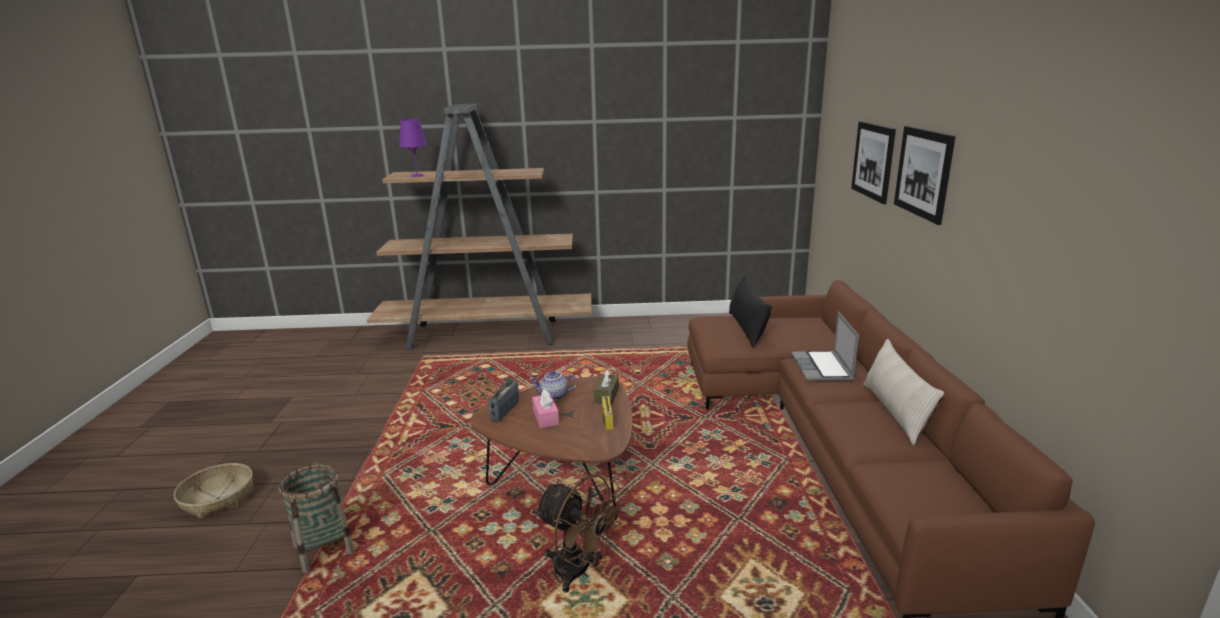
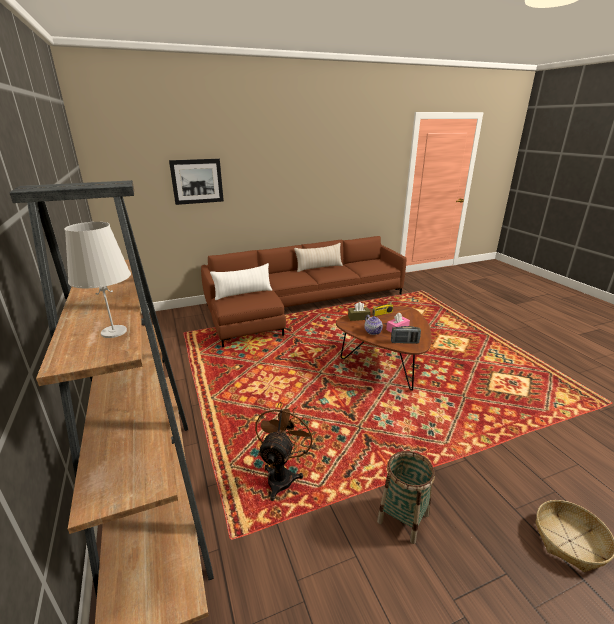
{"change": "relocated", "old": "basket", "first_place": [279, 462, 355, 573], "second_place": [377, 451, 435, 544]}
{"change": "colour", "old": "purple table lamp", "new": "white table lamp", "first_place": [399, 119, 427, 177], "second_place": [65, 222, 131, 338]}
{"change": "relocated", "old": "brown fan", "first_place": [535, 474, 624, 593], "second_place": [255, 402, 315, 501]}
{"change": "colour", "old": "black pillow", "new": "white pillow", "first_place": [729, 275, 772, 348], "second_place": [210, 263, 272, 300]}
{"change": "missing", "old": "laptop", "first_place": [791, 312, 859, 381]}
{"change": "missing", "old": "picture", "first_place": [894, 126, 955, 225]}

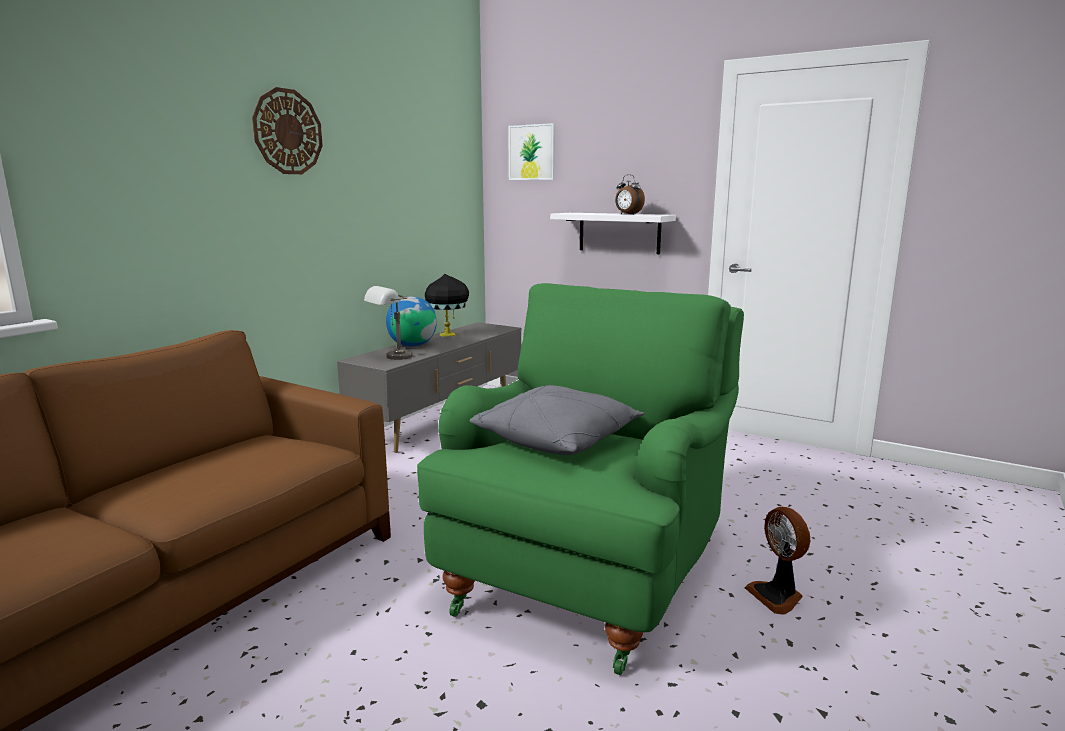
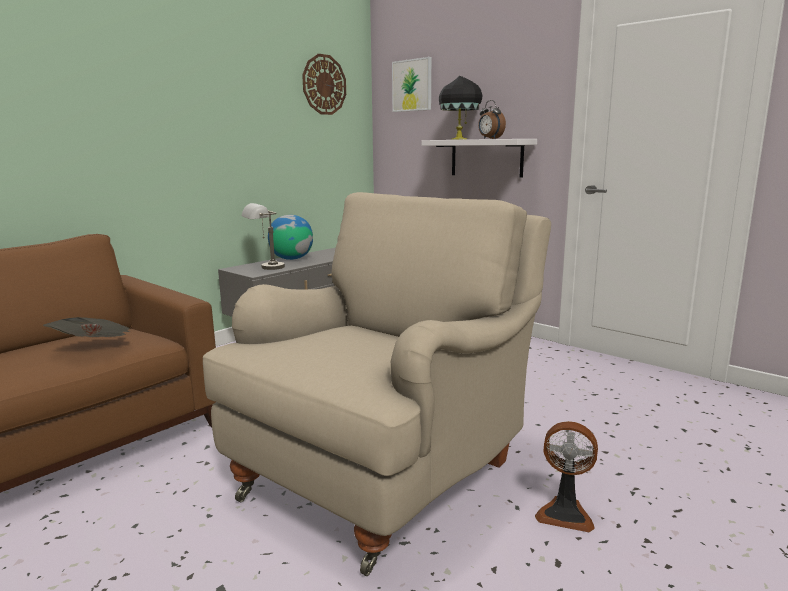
{"change": "relocated", "old": "wall clock", "first_place": [252, 87, 323, 174], "second_place": [302, 54, 346, 115]}
{"change": "colour", "old": "green armchair", "new": "beige armchair", "first_place": [417, 283, 744, 675], "second_place": [203, 192, 551, 576]}
{"change": "relocated", "old": "black table lamp", "first_place": [425, 274, 469, 337], "second_place": [439, 75, 482, 140]}
{"change": "missing", "old": "grey pillow", "first_place": [470, 385, 644, 455]}
{"change": "spun", "old": "fan", "first_place": [745, 507, 811, 615], "second_place": [535, 421, 598, 532], "degrees": -60}
{"change": "appeared", "new": "newspaper", "second_place": [43, 317, 131, 337]}

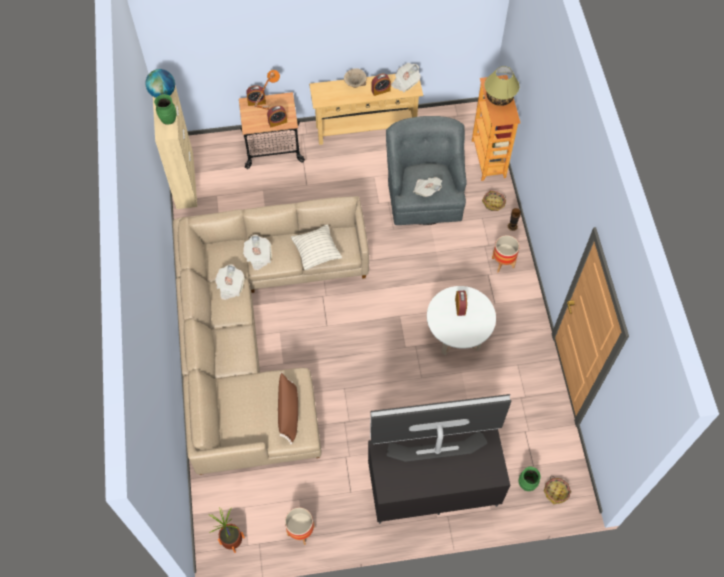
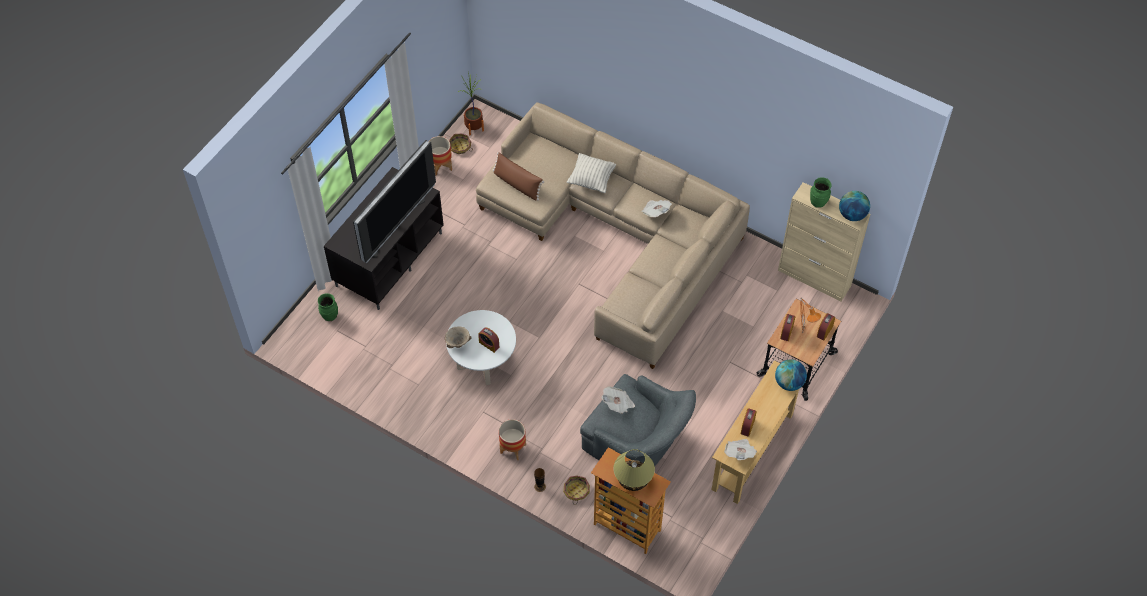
{"change": "missing", "old": "newspaper", "first_place": [243, 235, 272, 271]}
{"change": "relocated", "old": "pillow", "first_place": [291, 224, 342, 270], "second_place": [567, 153, 616, 193]}
{"change": "relocated", "old": "beige bowl", "first_place": [344, 68, 367, 88], "second_place": [445, 327, 472, 348]}
{"change": "relocated", "old": "basket", "first_place": [544, 476, 571, 504], "second_place": [449, 133, 473, 154]}
{"change": "appeared", "new": "globe", "second_place": [775, 359, 807, 391]}

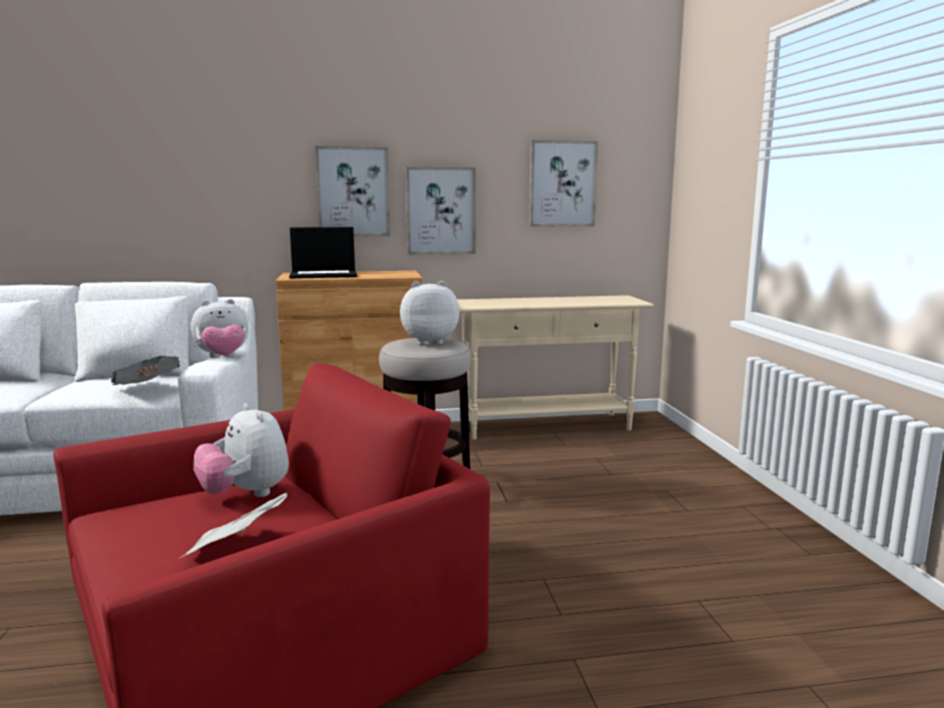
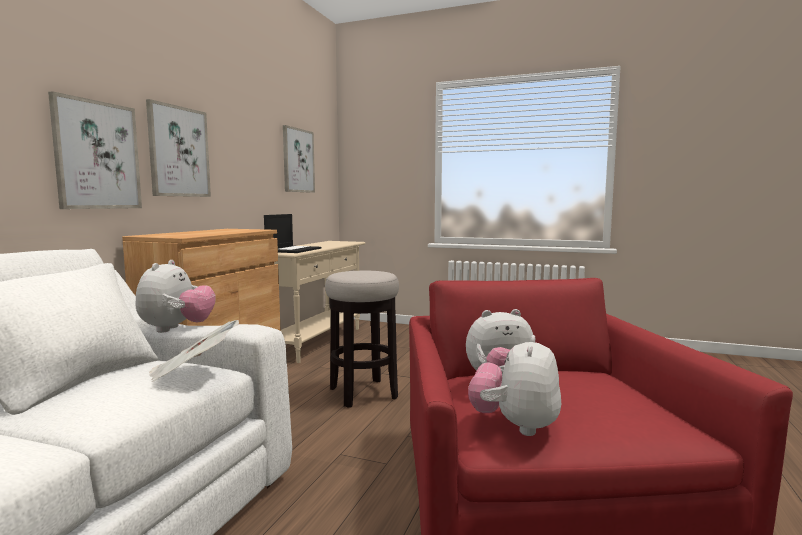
{"change": "missing", "old": "newspaper", "first_place": [178, 491, 289, 559]}
{"change": "relocated", "old": "laptop", "first_place": [289, 227, 357, 279], "second_place": [264, 214, 321, 253]}
{"change": "relocated", "old": "plush toy", "first_place": [400, 281, 459, 345], "second_place": [468, 335, 561, 436]}
{"change": "relocated", "old": "picture", "first_place": [406, 167, 476, 255], "second_place": [48, 91, 142, 209]}

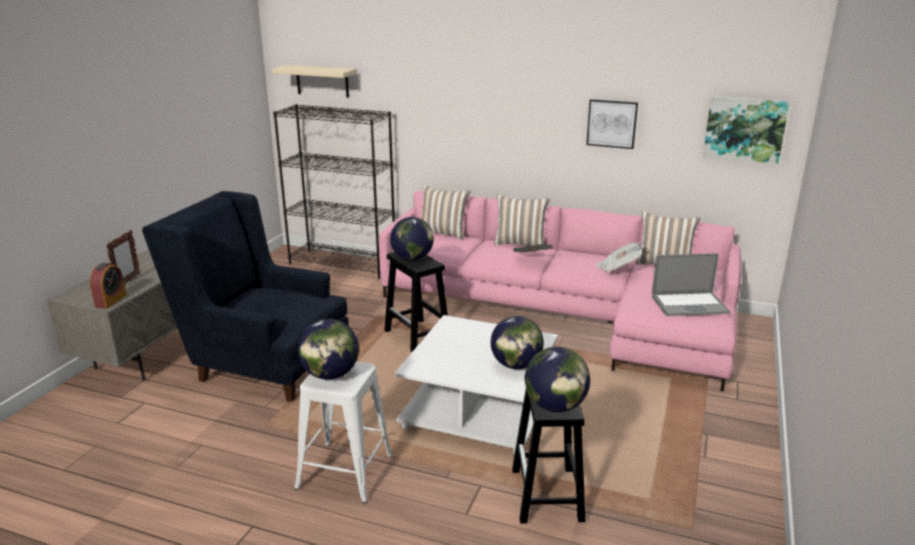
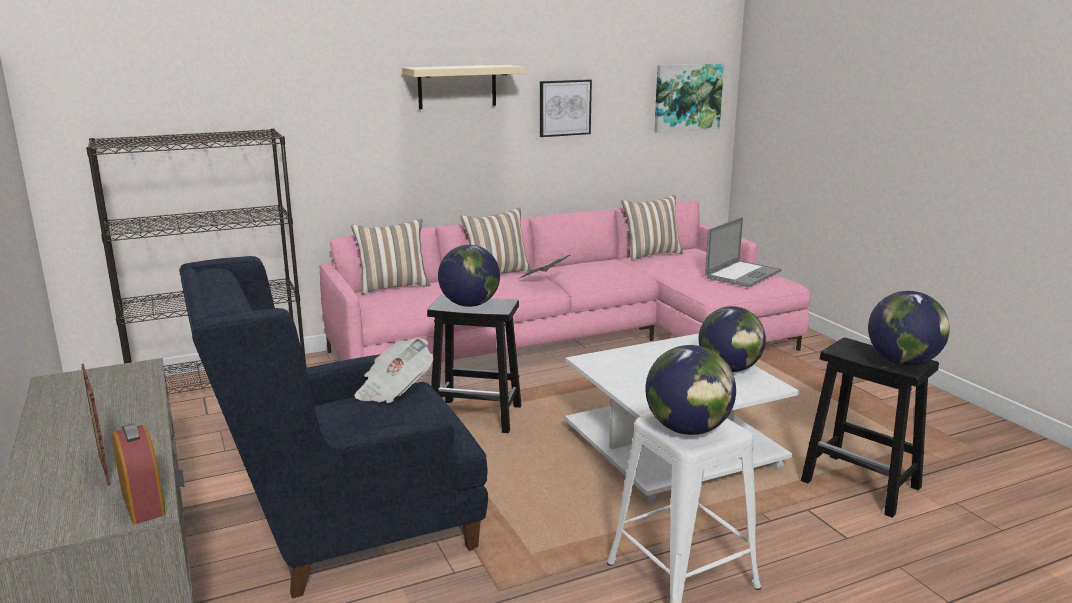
{"change": "relocated", "old": "beige shelf", "first_place": [272, 65, 357, 98], "second_place": [402, 65, 524, 109]}
{"change": "relocated", "old": "newspaper", "first_place": [595, 243, 644, 272], "second_place": [354, 338, 433, 403]}

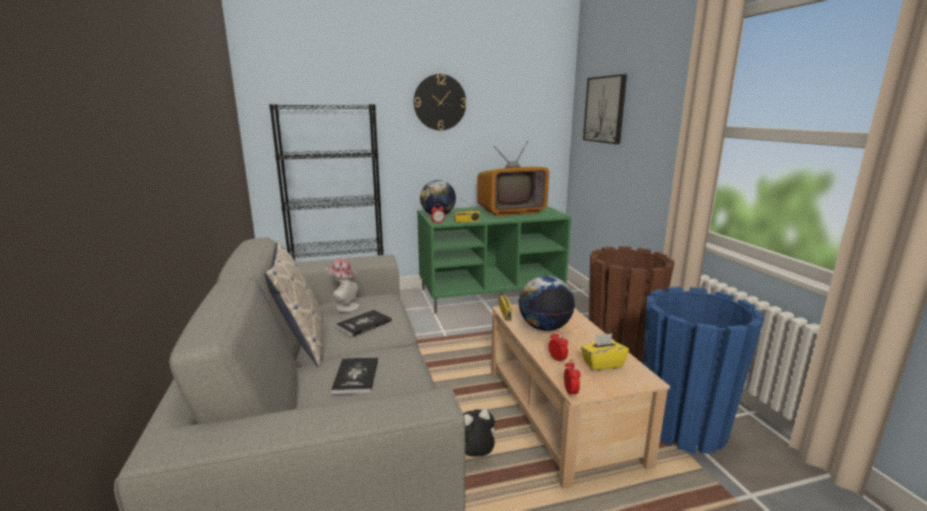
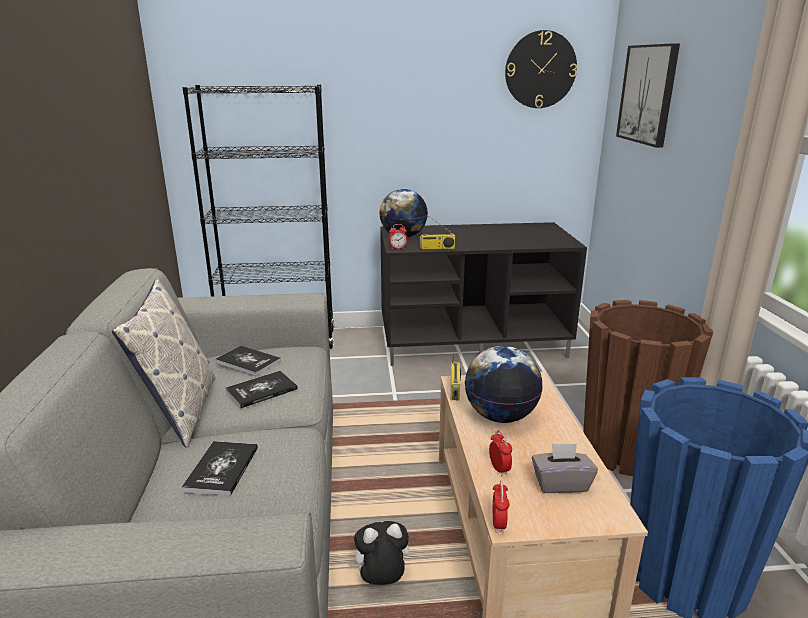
{"change": "exchanged", "old": "hat", "new": "book", "first_place": [326, 258, 359, 312], "second_place": [215, 346, 281, 376]}
{"change": "relocated", "old": "wall clock", "first_place": [414, 74, 466, 130], "second_place": [505, 30, 577, 108]}
{"change": "colour", "old": "green tv stand", "new": "black tv stand", "first_place": [417, 206, 572, 314], "second_place": [380, 222, 587, 366]}
{"change": "missing", "old": "television", "first_place": [477, 141, 549, 216]}
{"change": "colour", "old": "yellow tissue box", "new": "grey tissue box", "first_place": [581, 333, 629, 370], "second_place": [532, 443, 598, 493]}

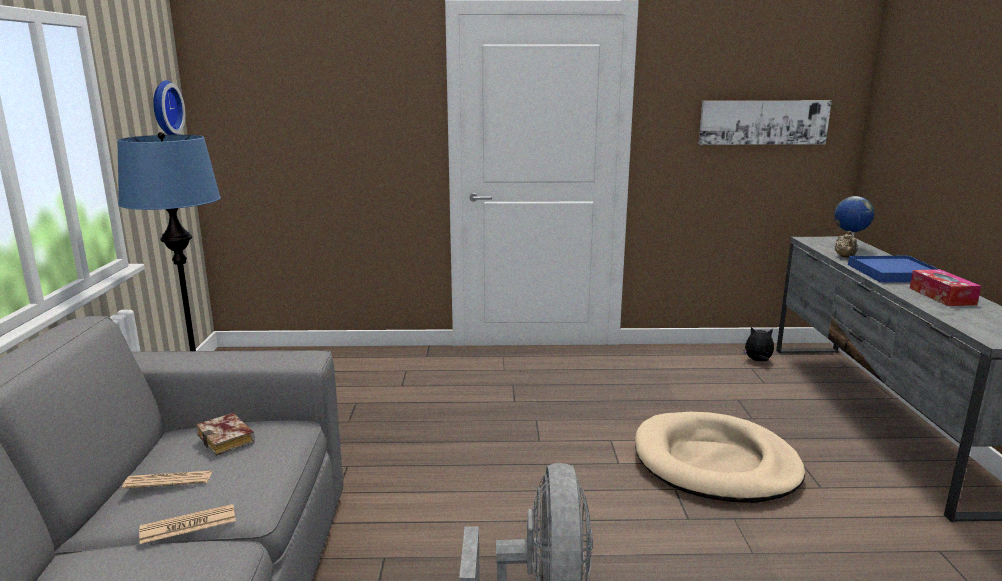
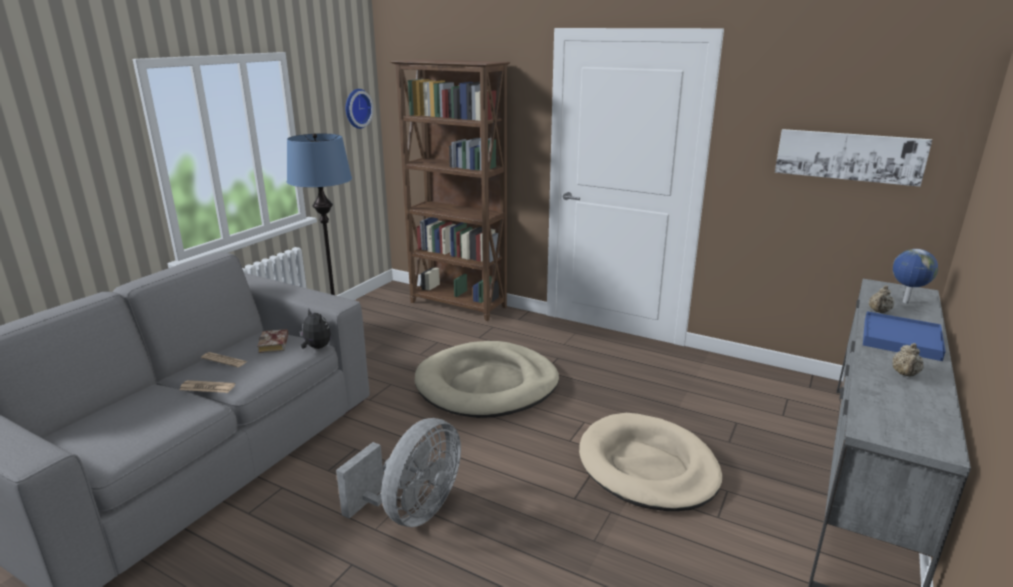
{"change": "relocated", "old": "plush toy", "first_place": [743, 327, 774, 361], "second_place": [299, 309, 331, 349]}
{"change": "exchanged", "old": "tissue box", "new": "beige teapot", "first_place": [910, 269, 981, 306], "second_place": [892, 343, 924, 377]}
{"change": "appeared", "new": "brown bookcase", "second_place": [390, 59, 510, 321]}
{"change": "appeared", "new": "beige dog bed", "second_place": [415, 341, 559, 418]}

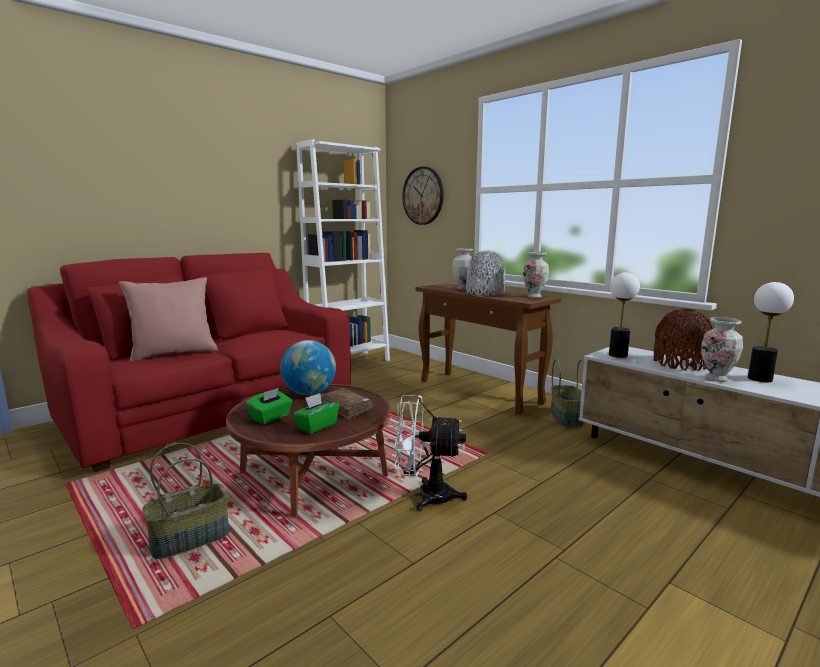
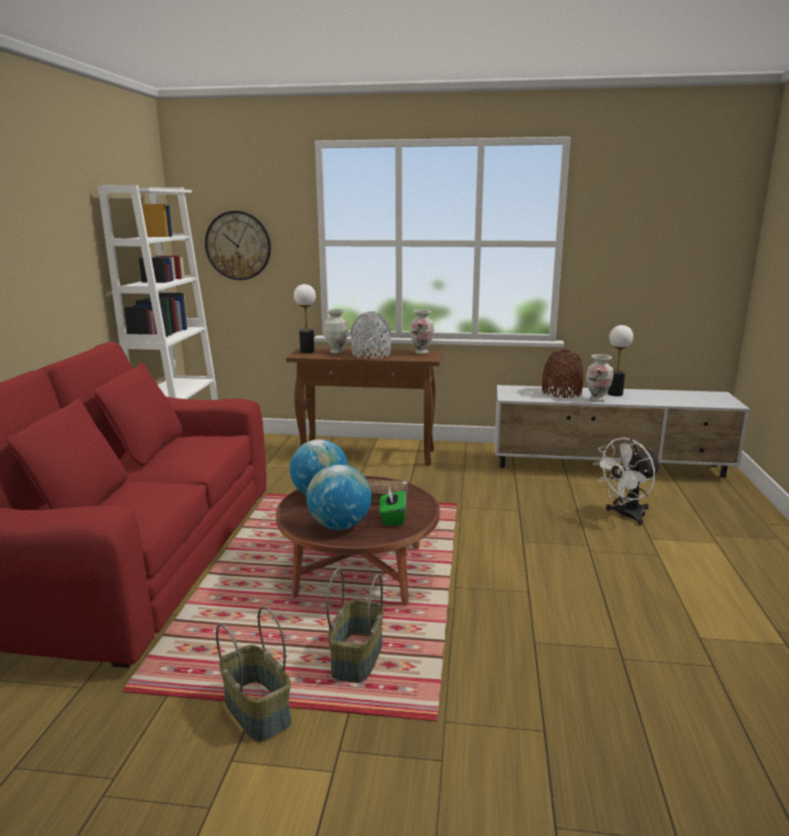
{"change": "missing", "old": "pink pillow", "first_place": [119, 277, 218, 361]}
{"change": "exchanged", "old": "green tissue box", "new": "globe", "first_place": [246, 388, 293, 424], "second_place": [306, 464, 371, 530]}
{"change": "relocated", "old": "white fan", "first_place": [393, 395, 467, 511], "second_place": [593, 437, 661, 525]}
{"change": "relocated", "old": "basket", "first_place": [551, 359, 584, 427], "second_place": [216, 606, 291, 742]}
{"change": "relocated", "old": "table lamp", "first_place": [609, 272, 640, 358], "second_place": [294, 284, 316, 353]}

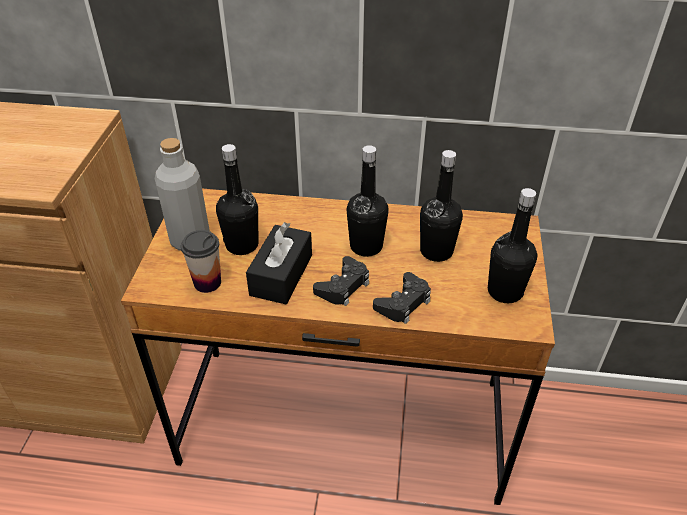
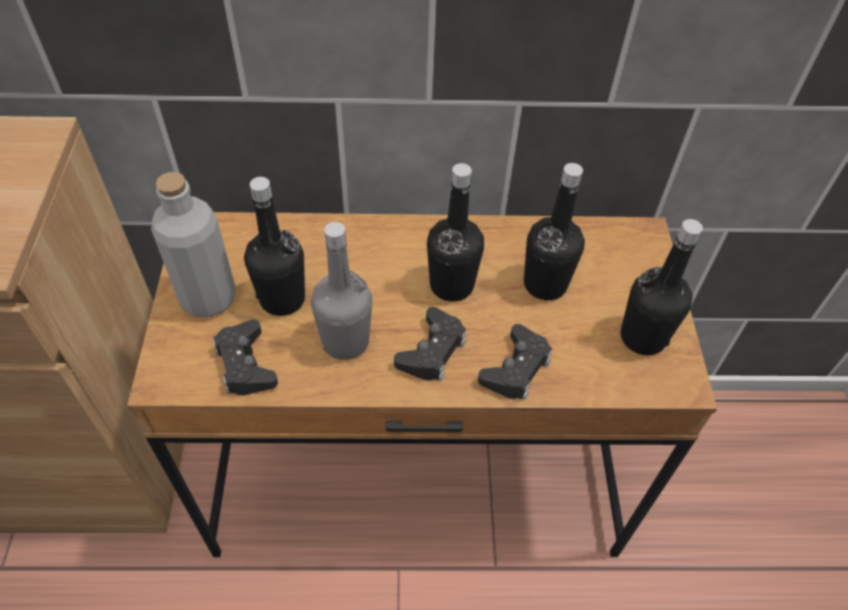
{"change": "exchanged", "old": "cup", "new": "black game controller", "first_place": [181, 230, 221, 293], "second_place": [213, 320, 278, 395]}
{"change": "exchanged", "old": "black tissue box", "new": "grey bottle", "first_place": [246, 222, 312, 304], "second_place": [311, 222, 373, 360]}

